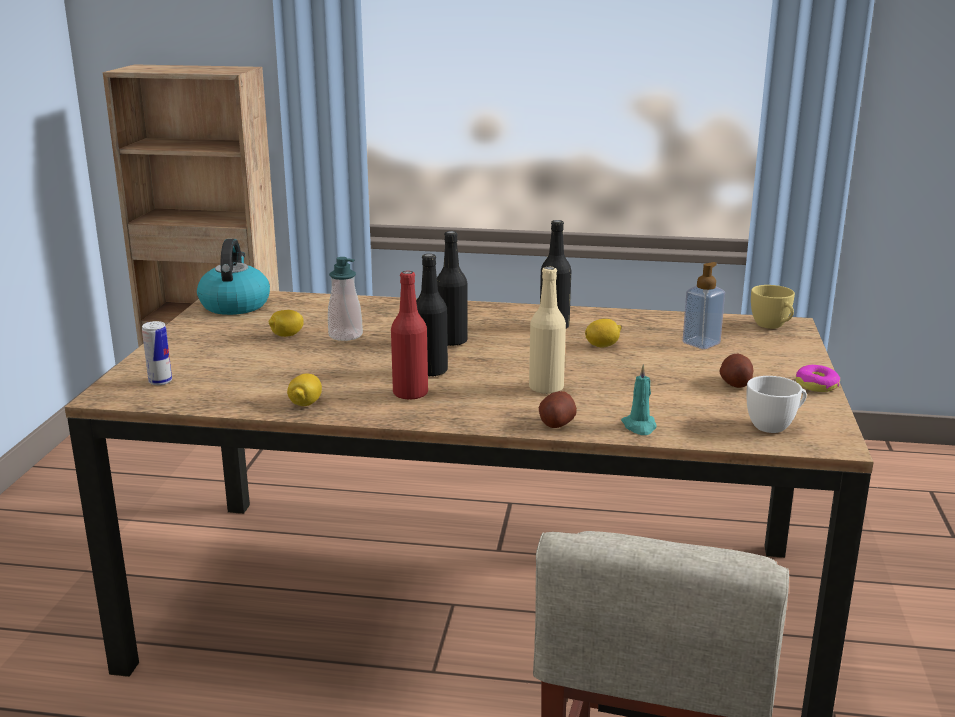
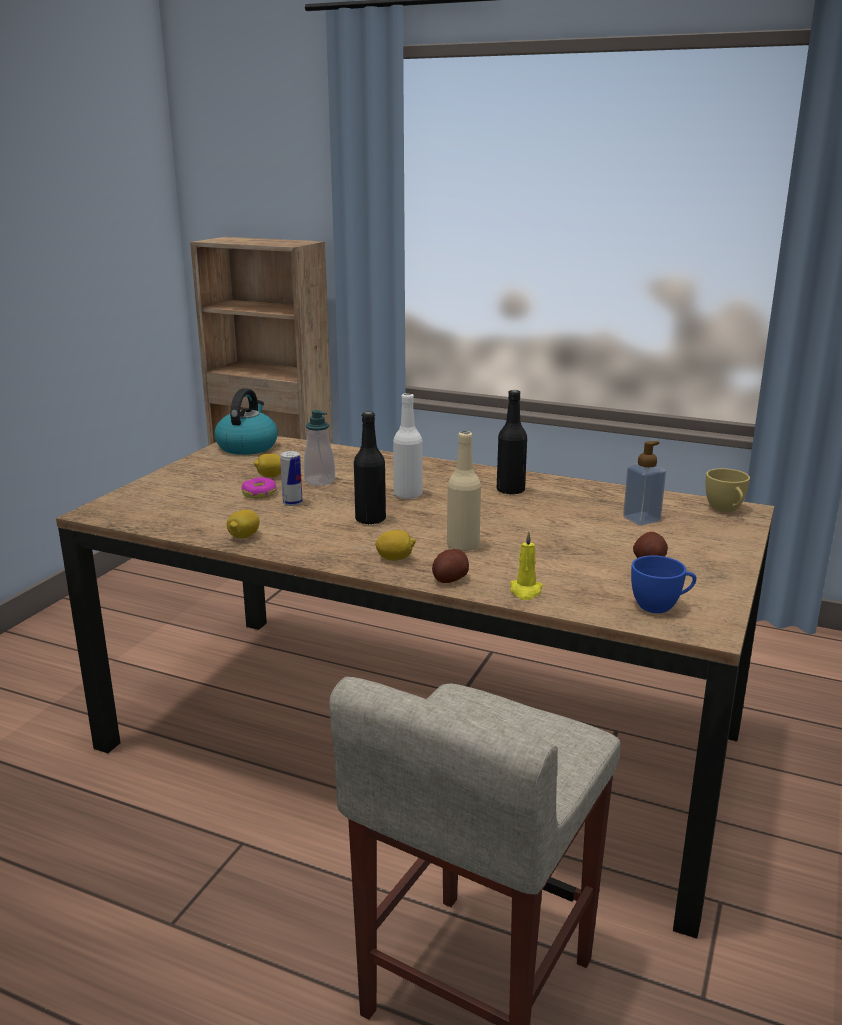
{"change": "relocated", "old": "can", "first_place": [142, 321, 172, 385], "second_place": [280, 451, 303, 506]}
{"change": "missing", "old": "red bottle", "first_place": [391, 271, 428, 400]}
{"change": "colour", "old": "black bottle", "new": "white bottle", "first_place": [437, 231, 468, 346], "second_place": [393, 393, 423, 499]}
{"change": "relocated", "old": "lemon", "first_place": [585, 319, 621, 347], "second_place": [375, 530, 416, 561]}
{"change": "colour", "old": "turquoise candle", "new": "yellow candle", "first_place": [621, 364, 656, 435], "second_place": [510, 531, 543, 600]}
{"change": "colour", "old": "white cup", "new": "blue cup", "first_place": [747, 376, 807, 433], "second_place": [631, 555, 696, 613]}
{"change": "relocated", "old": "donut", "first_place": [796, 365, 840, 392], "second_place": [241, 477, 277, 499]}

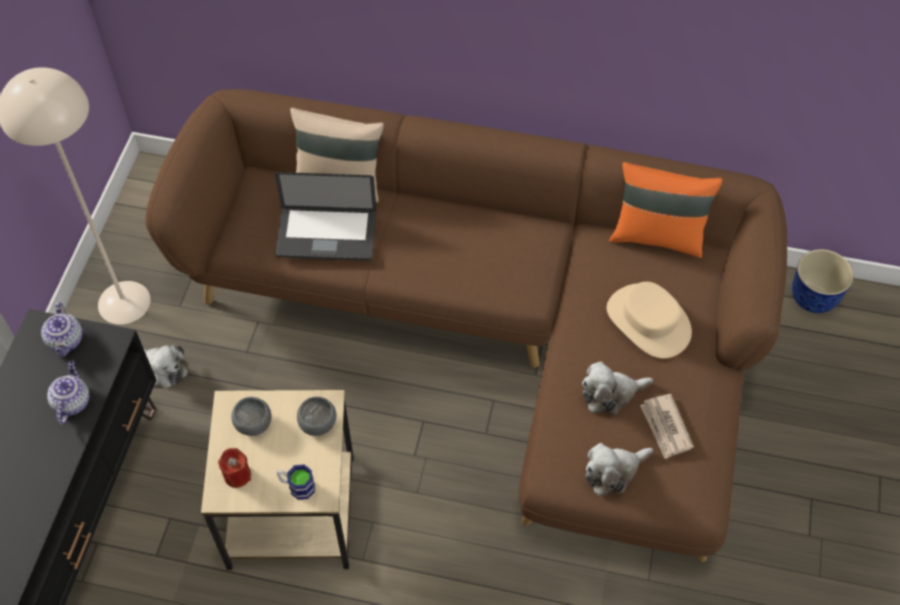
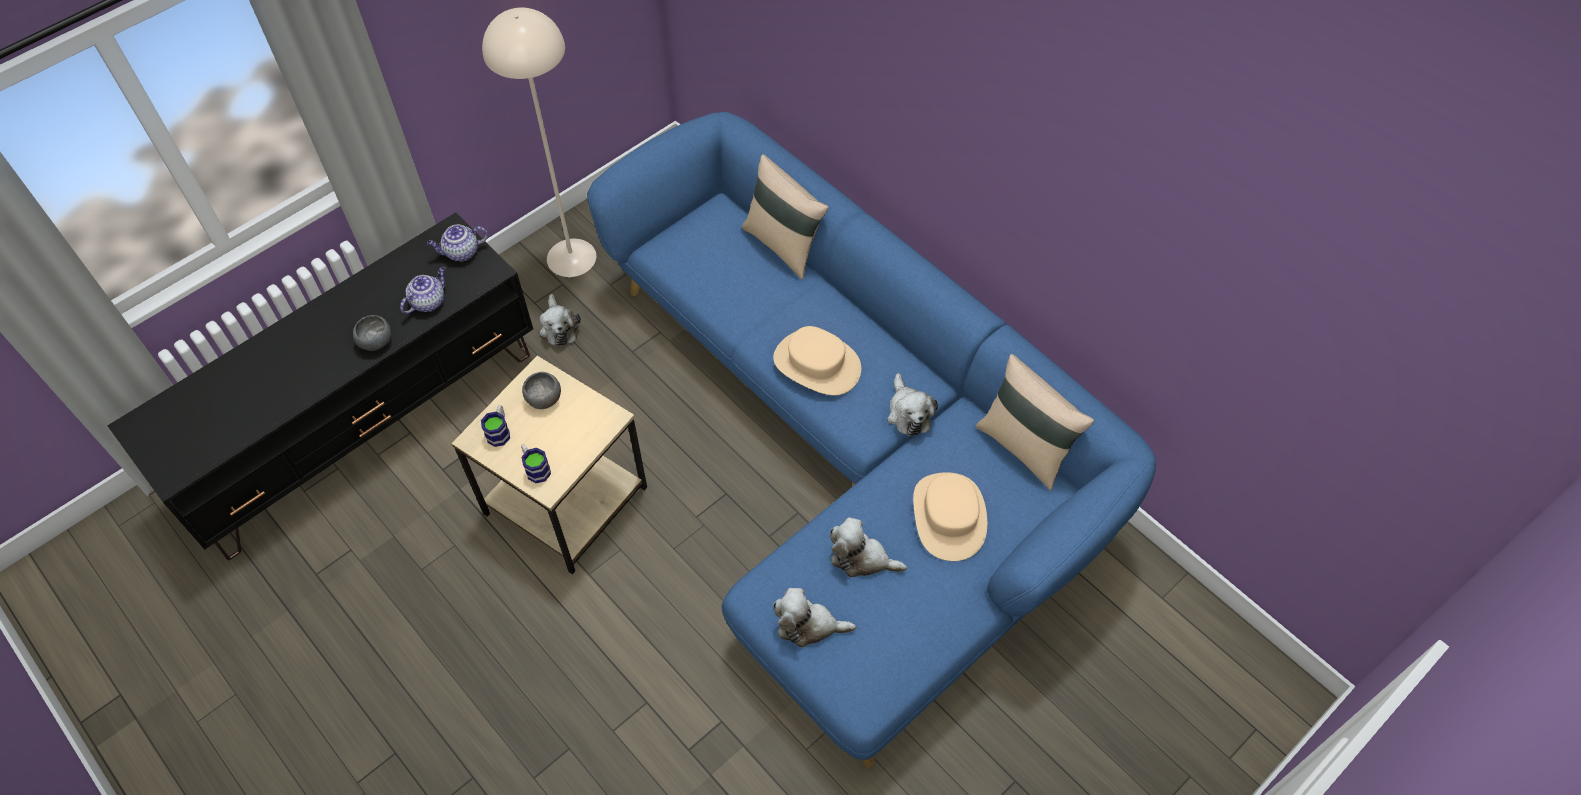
{"change": "spun", "old": "teapot", "first_place": [41, 302, 83, 357], "second_place": [427, 224, 488, 262], "degrees": 45}
{"change": "colour", "old": "brown sofa", "new": "blue sofa", "first_place": [145, 89, 787, 562], "second_place": [587, 112, 1156, 768]}
{"change": "exchanged", "old": "red candle", "new": "mug", "first_place": [218, 448, 251, 488], "second_place": [481, 405, 510, 447]}
{"change": "missing", "old": "laptop", "first_place": [275, 172, 377, 261]}
{"change": "relocated", "old": "grey bowl", "first_place": [297, 397, 337, 436], "second_place": [353, 315, 391, 351]}
{"change": "colour", "old": "orange pillow", "new": "beige pillow", "first_place": [609, 162, 723, 258], "second_place": [976, 354, 1094, 490]}
{"change": "missing", "old": "newspaper", "first_place": [640, 394, 694, 459]}
{"change": "missing", "old": "planter", "first_place": [792, 249, 854, 313]}
{"change": "appeared", "new": "beige hat", "second_place": [773, 326, 861, 395]}
{"change": "appeared", "new": "plush toy", "second_place": [887, 373, 938, 436]}

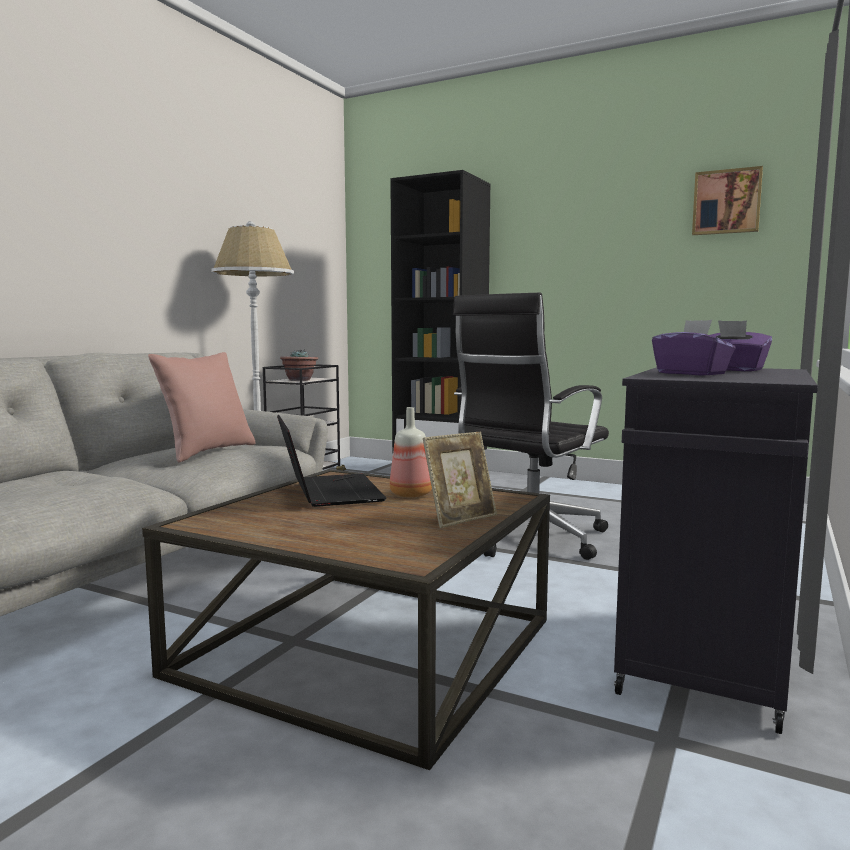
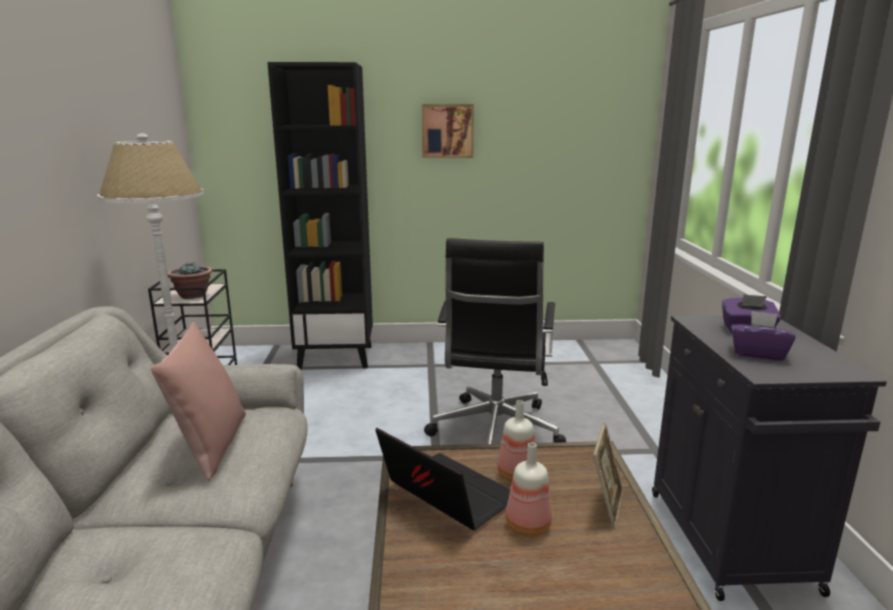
{"change": "relocated", "old": "picture", "first_place": [692, 166, 763, 235], "second_place": [422, 104, 474, 158]}
{"change": "appeared", "new": "bottle", "second_place": [506, 443, 552, 537]}

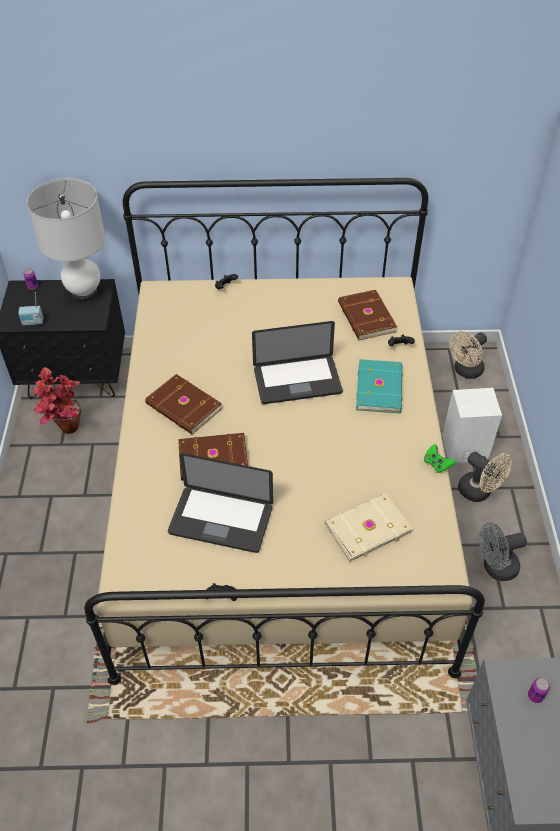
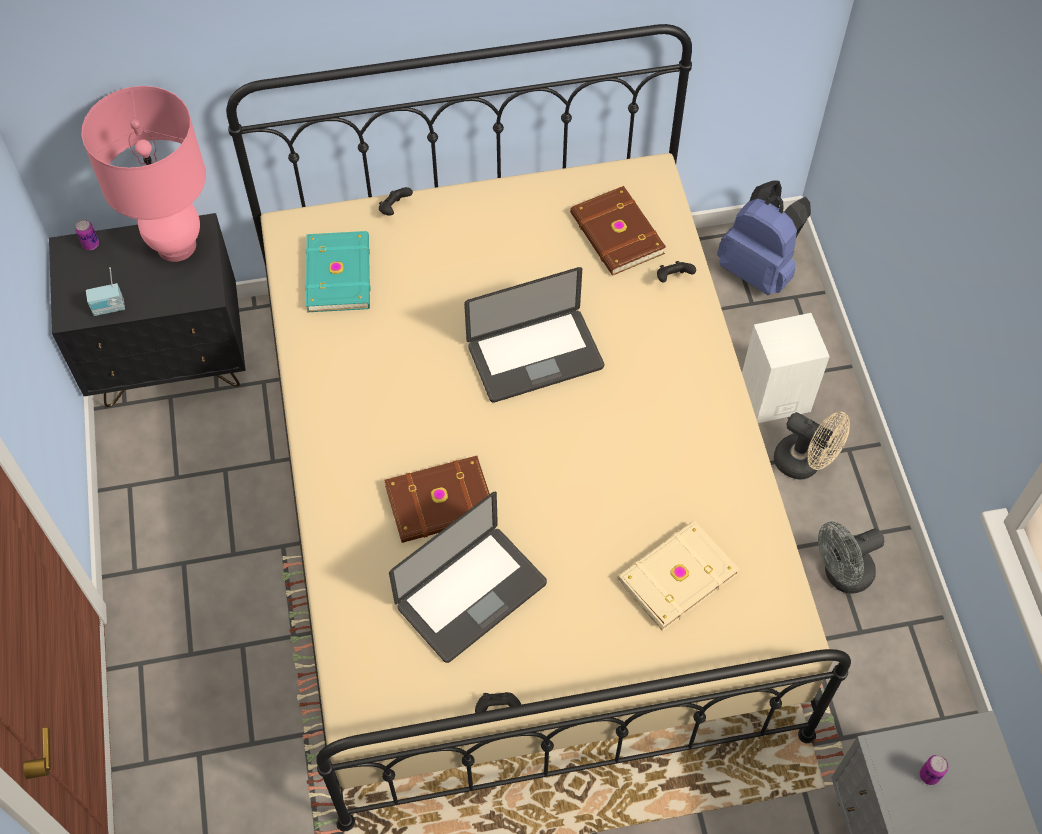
{"change": "colour", "old": "white table lamp", "new": "pink table lamp", "first_place": [27, 178, 105, 302], "second_place": [81, 86, 206, 262]}
{"change": "missing", "old": "potted plant", "first_place": [32, 367, 81, 434]}
{"change": "missing", "old": "brown book", "first_place": [145, 374, 222, 435]}
{"change": "spun", "old": "laptop", "first_place": [168, 453, 273, 553], "second_place": [389, 492, 547, 663], "degrees": -45}
{"change": "relocated", "old": "turquoise book", "first_place": [356, 359, 403, 413], "second_place": [305, 231, 370, 312]}
{"change": "missing", "old": "green game controller", "first_place": [424, 444, 456, 473]}
{"change": "exchanged", "old": "beige fan", "new": "blue backpack", "first_place": [449, 331, 487, 379], "second_place": [717, 180, 811, 295]}

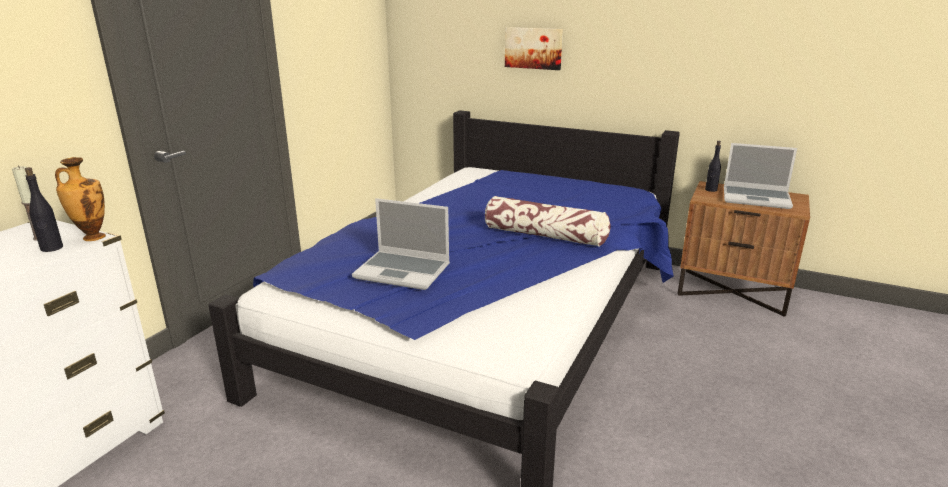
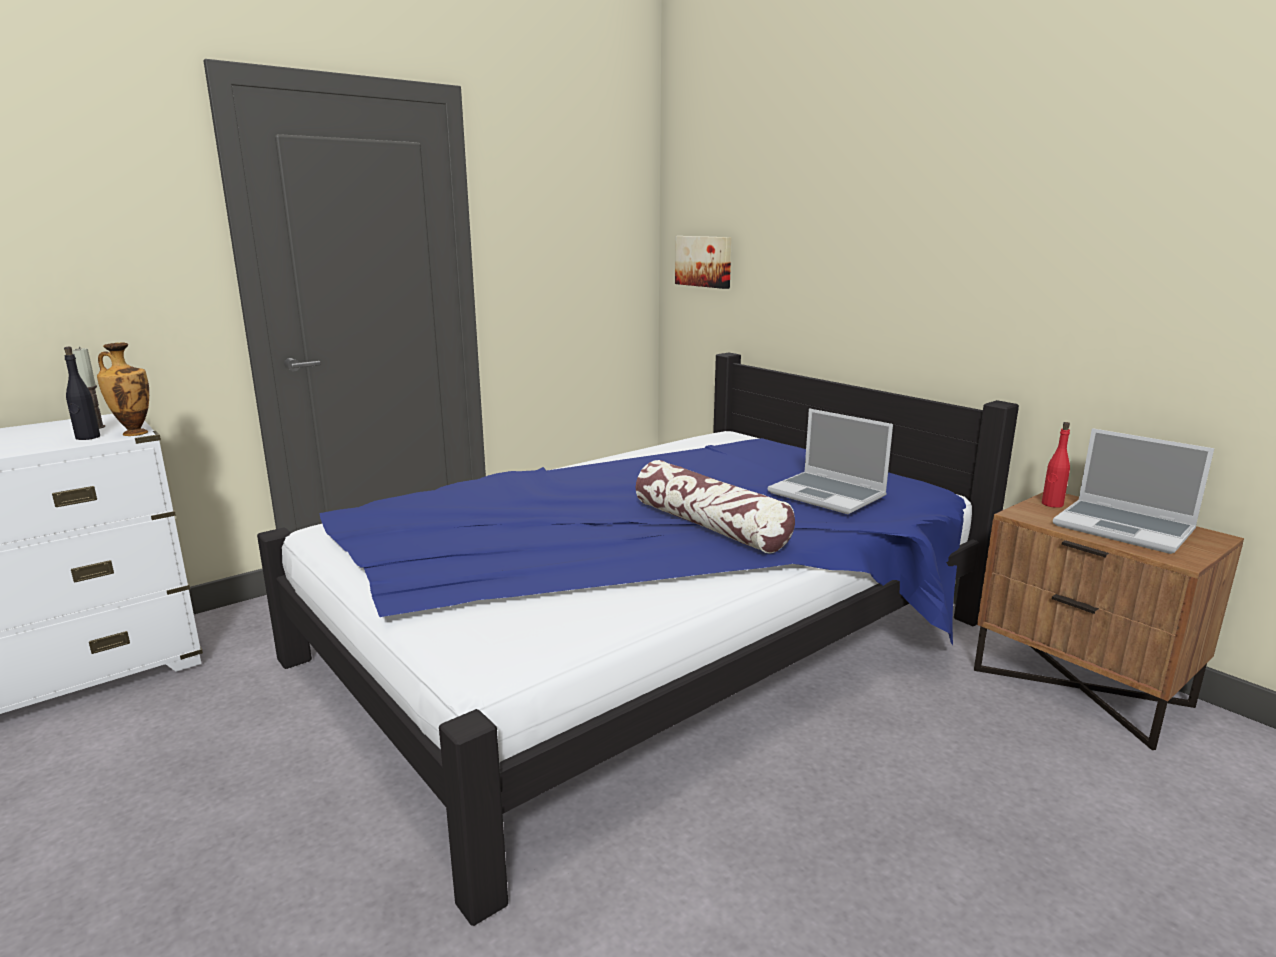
{"change": "relocated", "old": "laptop", "first_place": [352, 198, 450, 290], "second_place": [768, 408, 893, 514]}
{"change": "relocated", "old": "picture", "first_place": [505, 27, 563, 70], "second_place": [675, 236, 732, 289]}
{"change": "colour", "old": "black bottle", "new": "red bottle", "first_place": [705, 141, 721, 192], "second_place": [1042, 422, 1070, 508]}

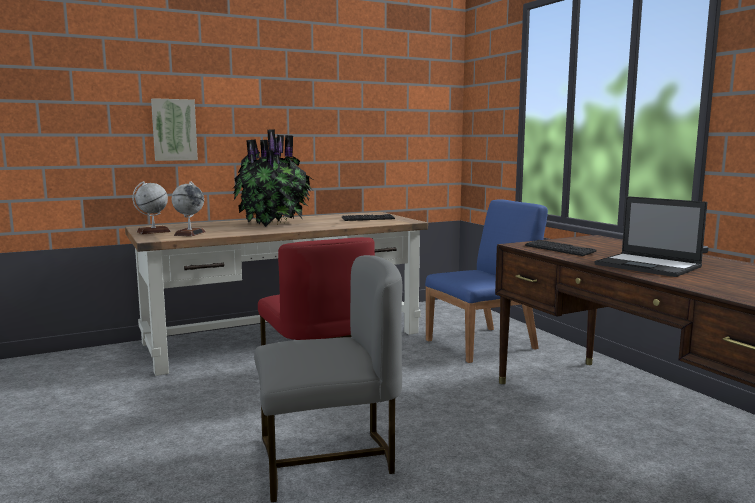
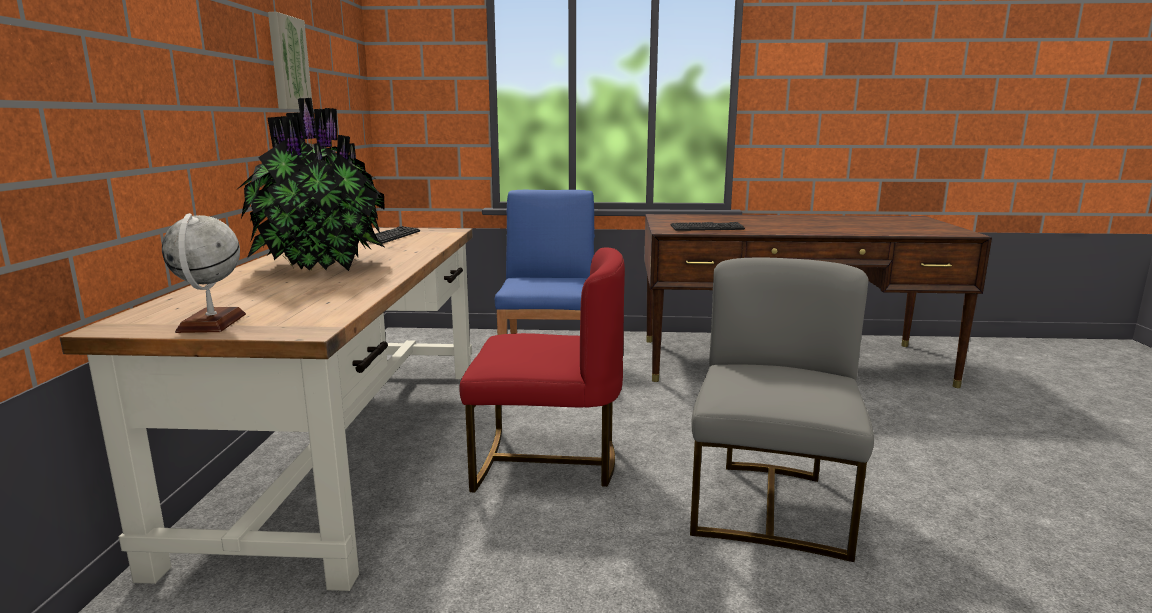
{"change": "relocated", "old": "picture", "first_place": [151, 98, 198, 161], "second_place": [268, 12, 313, 109]}
{"change": "missing", "old": "globe", "first_place": [172, 181, 206, 236]}
{"change": "missing", "old": "laptop", "first_place": [594, 196, 707, 277]}

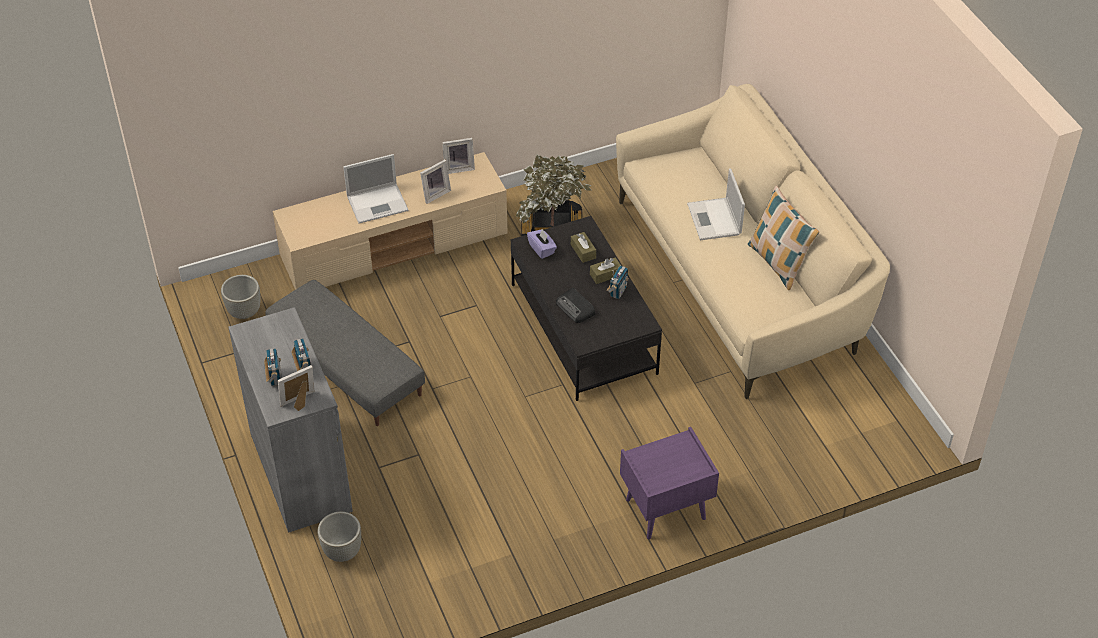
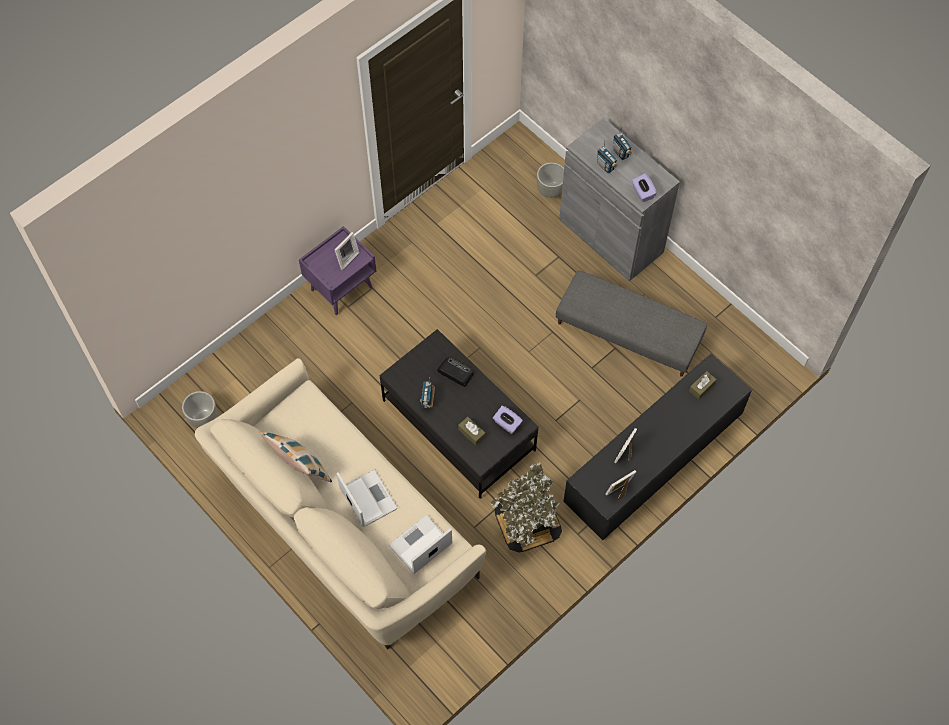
{"change": "relocated", "old": "grey planter", "first_place": [221, 275, 260, 319], "second_place": [182, 391, 217, 428]}
{"change": "colour", "old": "beige tv stand", "new": "black tv stand", "first_place": [273, 152, 508, 290], "second_place": [563, 354, 752, 540]}
{"change": "relocated", "old": "picture frame", "first_place": [278, 365, 314, 411], "second_place": [335, 232, 360, 270]}
{"change": "relocated", "old": "laptop", "first_place": [343, 154, 408, 224], "second_place": [389, 514, 452, 574]}
{"change": "relocated", "old": "brown tissue box", "first_place": [590, 257, 621, 284], "second_place": [689, 371, 717, 400]}
{"change": "appeared", "new": "purple tissue box", "second_place": [632, 173, 657, 202]}

